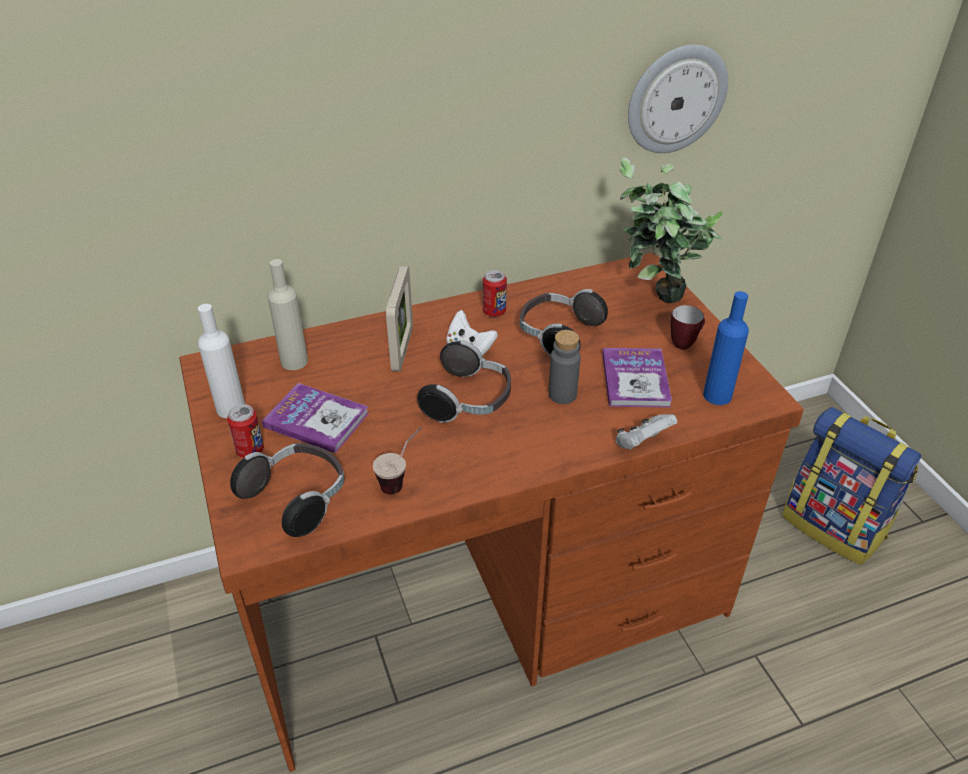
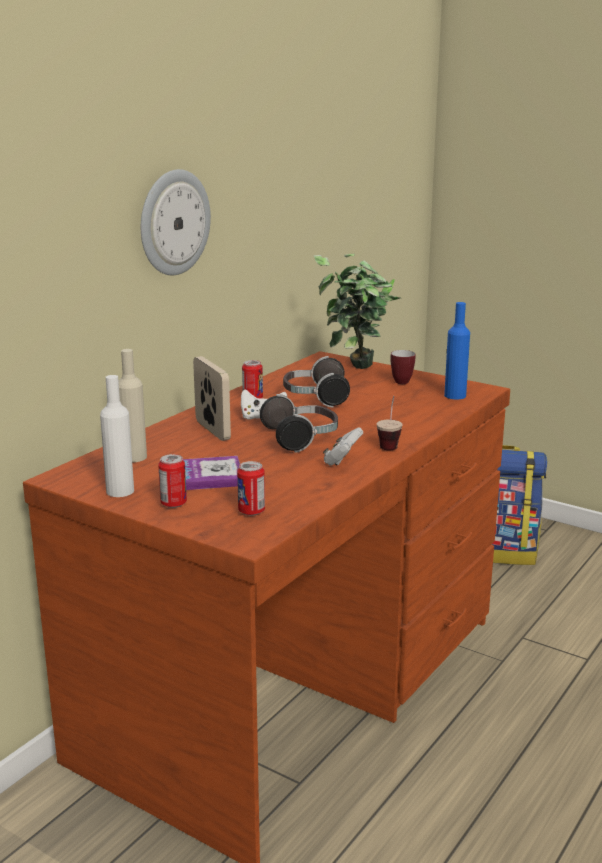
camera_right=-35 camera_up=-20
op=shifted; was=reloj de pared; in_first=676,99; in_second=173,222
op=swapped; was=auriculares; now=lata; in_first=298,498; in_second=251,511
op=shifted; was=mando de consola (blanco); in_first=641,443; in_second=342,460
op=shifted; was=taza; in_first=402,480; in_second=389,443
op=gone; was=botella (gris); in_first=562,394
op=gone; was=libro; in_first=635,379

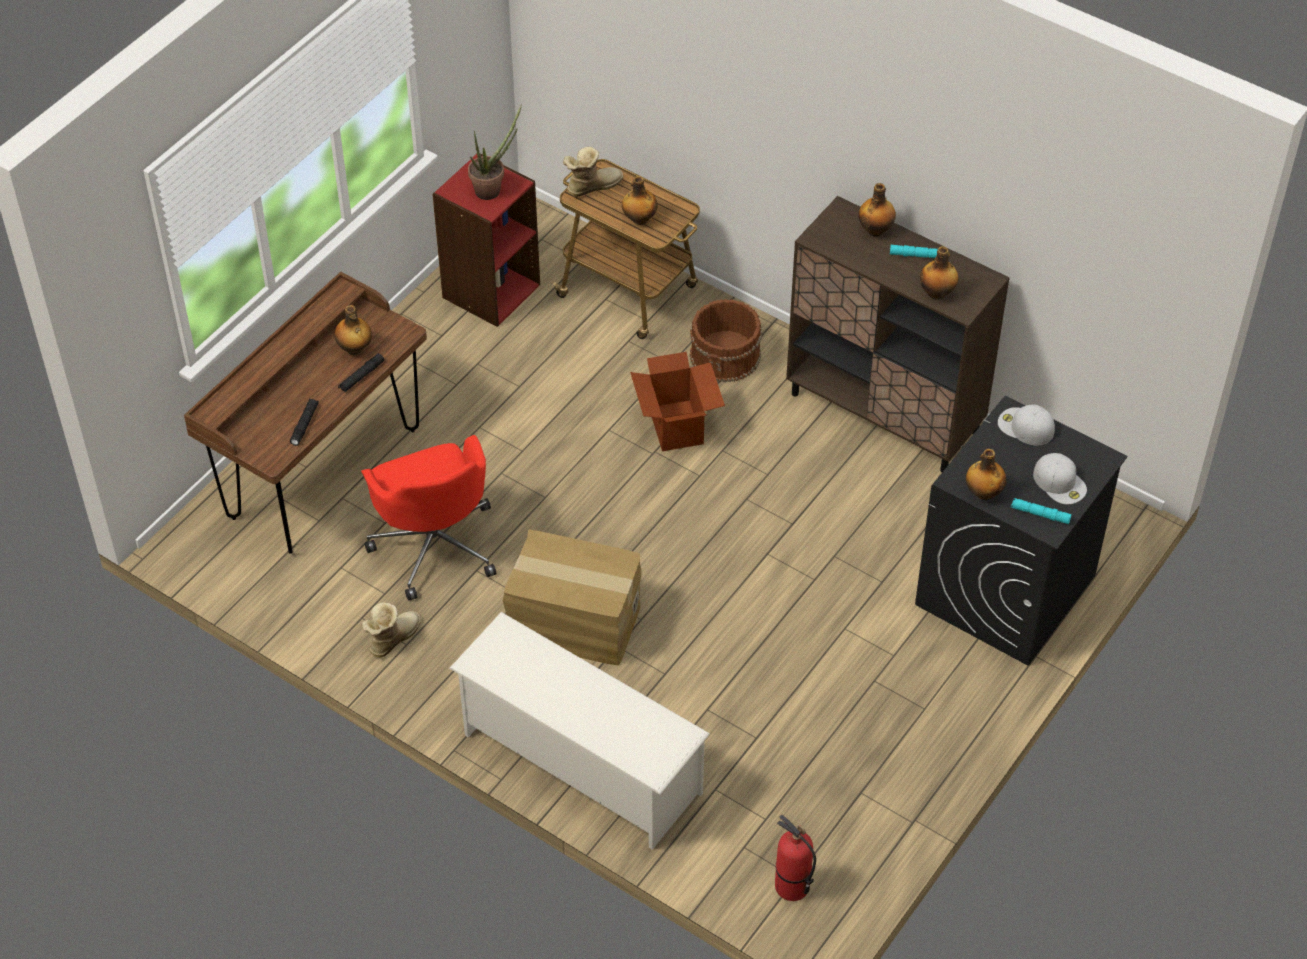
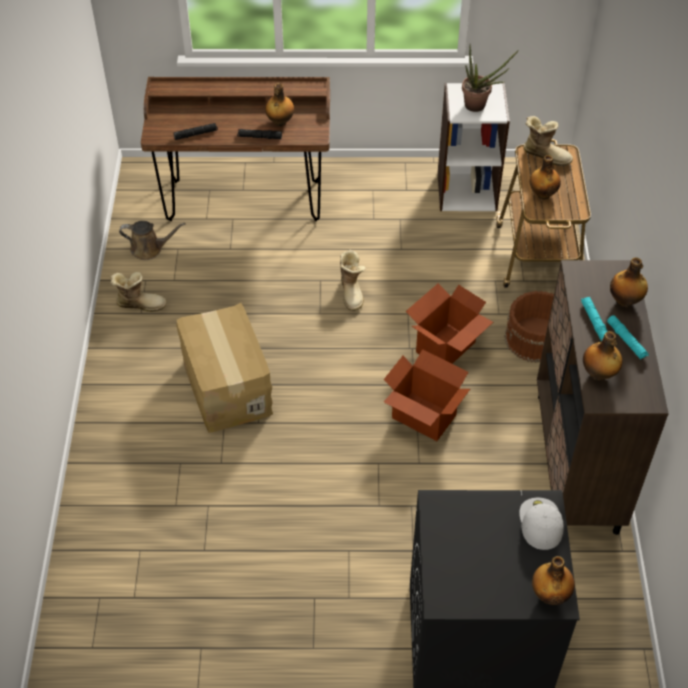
camera_right=55 camera_up=0
op=new; now=regadera (marrón); in_second=149,249
op=new; now=bota; in_second=352,292
op=new; now=caja de cartón; in_second=423,417
op=repainted; was=estantería (rojo); now=estantería (blanco); in_first=490,290; in_second=467,191
op=shifted; was=botella; in_first=983,493; in_second=550,594
op=shifted; was=linterna (turquesa); in_first=1040,514; in_second=594,322
op=gone; was=silla de oficina (rojo); in_first=435,544
op=gone; was=zapatero (blanco); in_first=580,763
op=gone; was=extintor; in_first=791,886
op=gone; was=gorra (blanco); in_first=1060,482

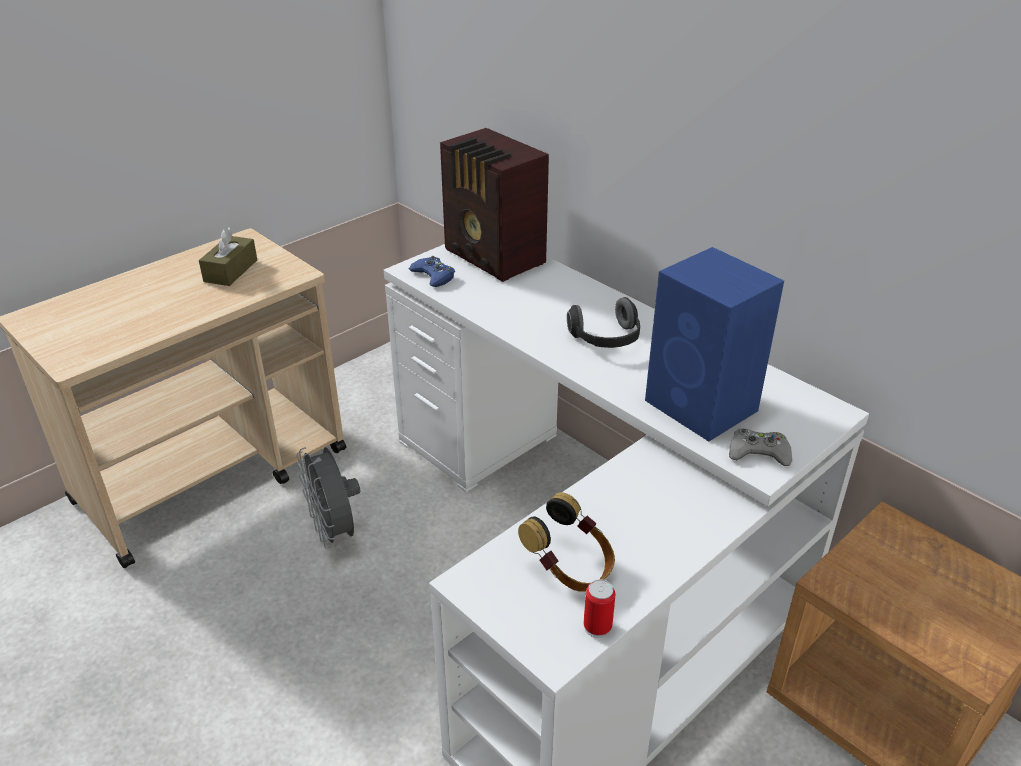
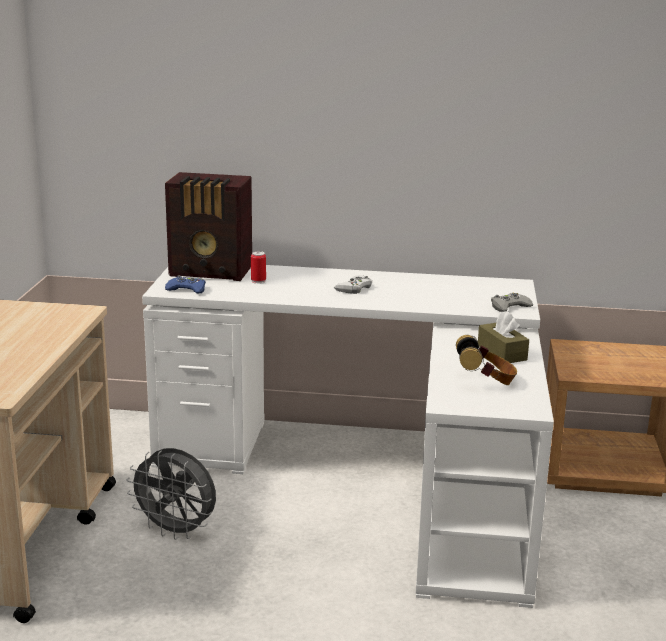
camera_right=-40 camera_up=-15
op=shifted; was=lata; in_first=597,626; in_second=258,281
op=swapped; was=auriculares; now=mando de consola (blanco); in_first=606,340; in_second=354,288
op=shifted; was=caja de pañuelos (marrón); in_first=231,271; in_second=502,352
op=gone; was=altavoz (azul); in_first=703,407

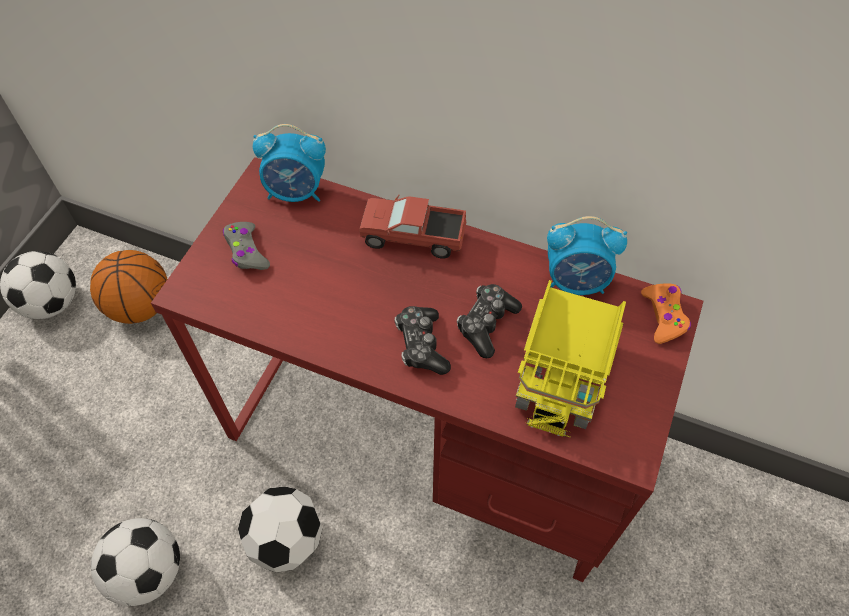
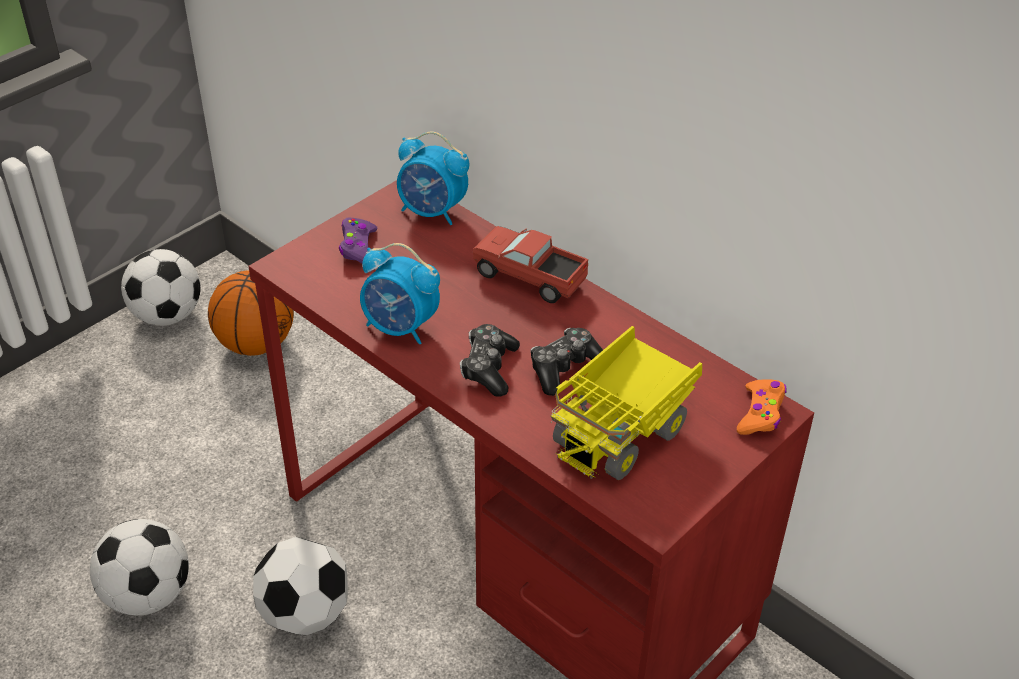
camera_right=20 camera_up=-15
op=repainted; was=mando de consola (gris); now=mando de consola (morado); in_first=246,251; in_second=358,248
op=shifted; was=despertador; in_first=576,282; in_second=400,328

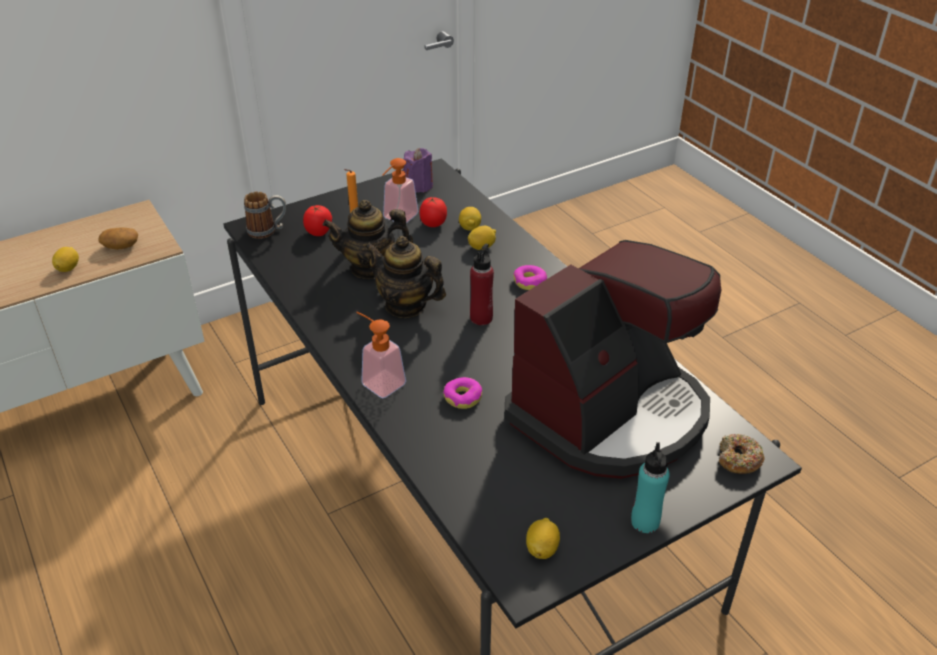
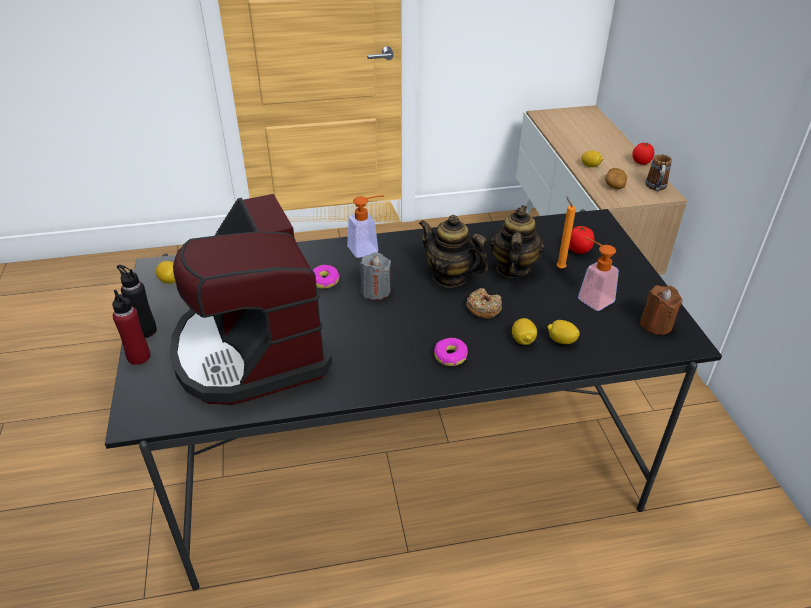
camera_right=110 camera_up=0
op=shifted; was=botella (rojo); in_first=481,318; in_second=139,357
op=repainted; was=botella (turquesa); now=botella (negro); in_first=645,522; in_second=145,331
op=new; now=vela (gris); in_second=375,291
op=rotated; was=tetera; in_first=406,305; in_second=450,276; clockwise=-105
op=shifted; was=rosquilla; in_first=738,460; in_second=483,308
op=shifted; was=tomate; in_first=433,224; in_second=640,163
op=repainted; was=vela (morado); now=vela (marrón); in_first=419,185; in_second=656,324
op=shifted; was=taza grande; in_first=268,231; in_second=656,188

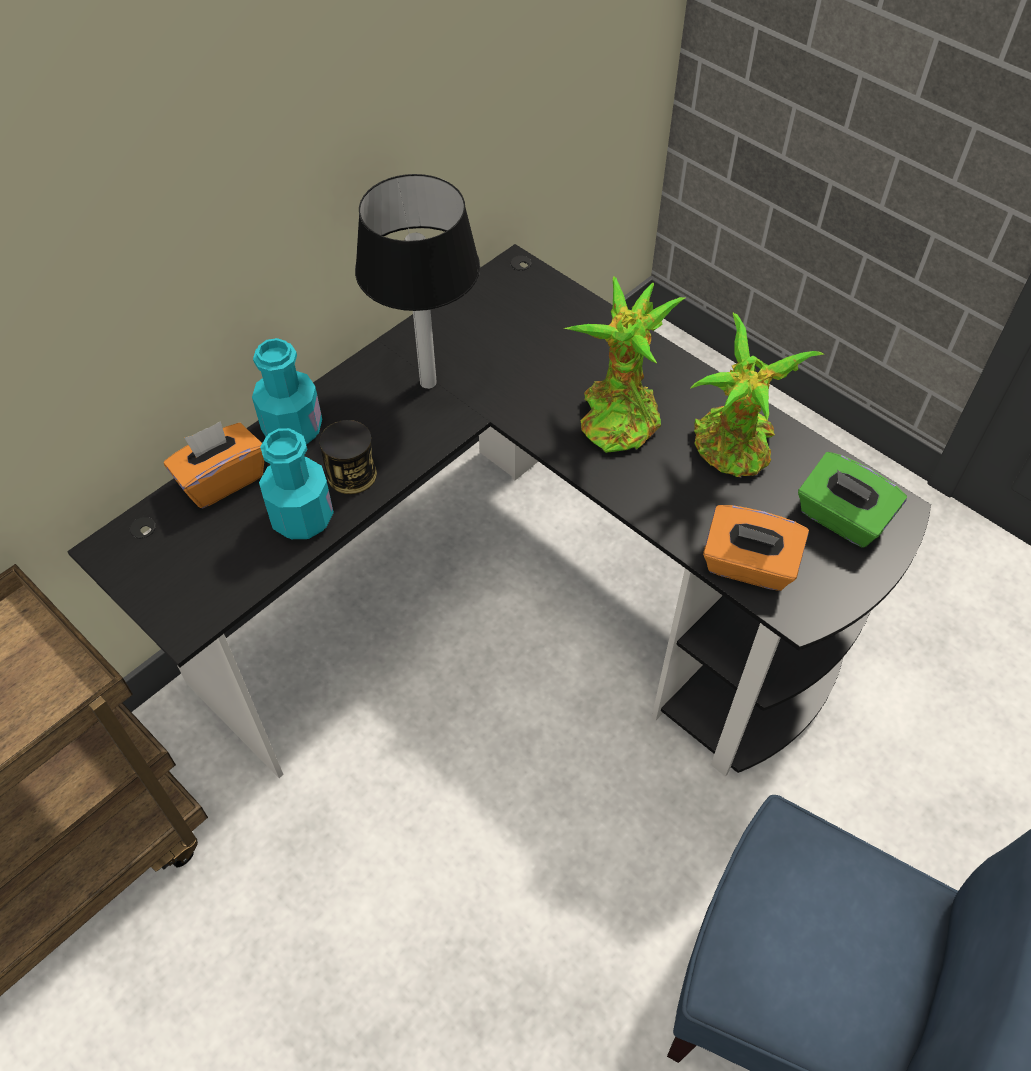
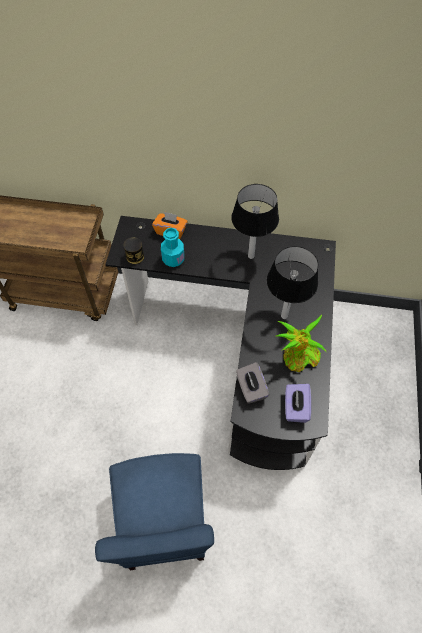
camera_right=55 camera_up=5
op=shifted; was=lata; in_first=352,475; in_second=135,256
op=repainted; was=caja de pañuelos (naranja); now=caja de pañuelos (gris); in_first=748,566; in_second=251,388
op=swapped; was=planta en maceta; now=lámpara de mesa; in_first=618,415; in_second=283,316
op=repainted; was=caja de pañuelos (verde); now=caja de pañuelos (morado); in_first=841,518; in_second=295,408
op=gone; was=botella (turquesa); in_first=293,429

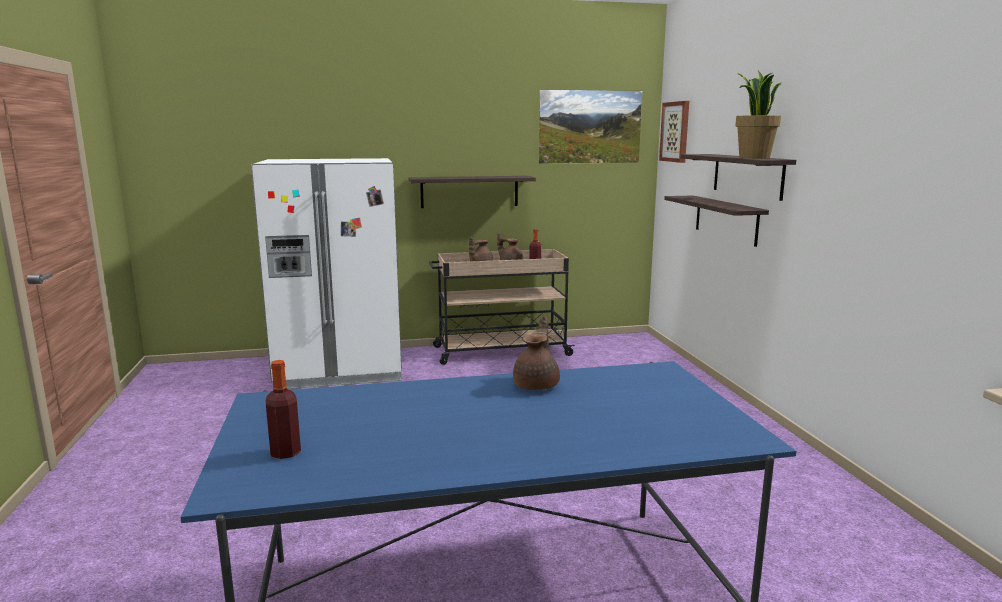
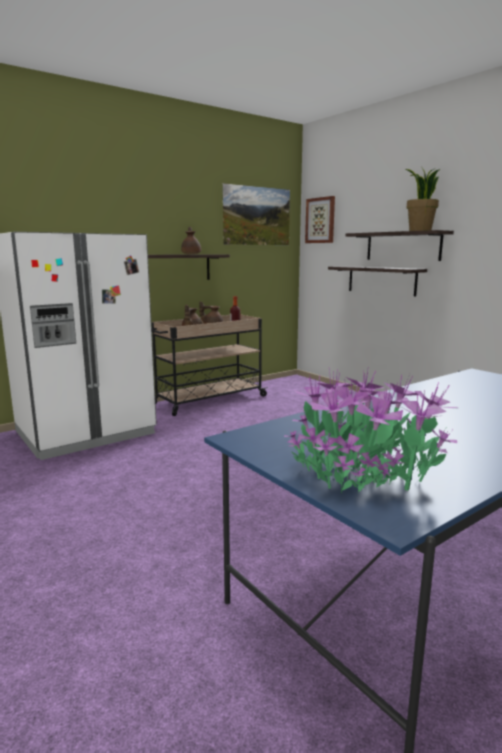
camera_right=-25 camera_up=0
op=shifted; was=tetera (marrón); in_first=537,385; in_second=191,254
op=swapped; was=botella; now=planta en maceta; in_first=285,452; in_second=363,473

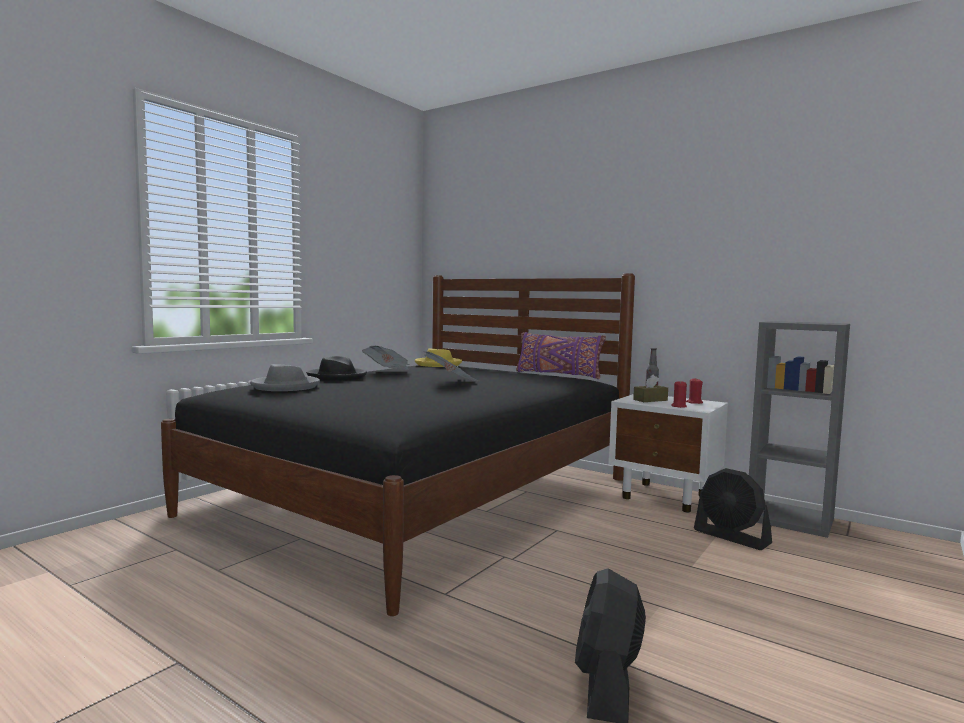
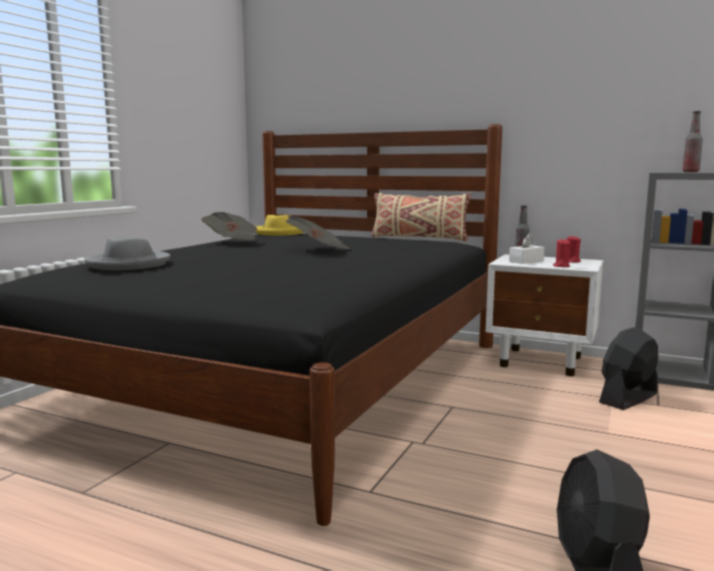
camera_right=-10 camera_up=5
op=repainted; was=cojín (morado); now=cojín (beis); in_first=558,375; in_second=419,238
op=repainted; was=caja de pañuelos (marrón); now=caja de pañuelos (blanco); in_first=650,400; in_second=526,261
op=rotated; was=ventilador (negro); in_first=732,537; in_second=628,398; clockwise=105
op=new; now=botella; in_second=690,172
op=gone; was=sombrero (negro); in_first=337,377

